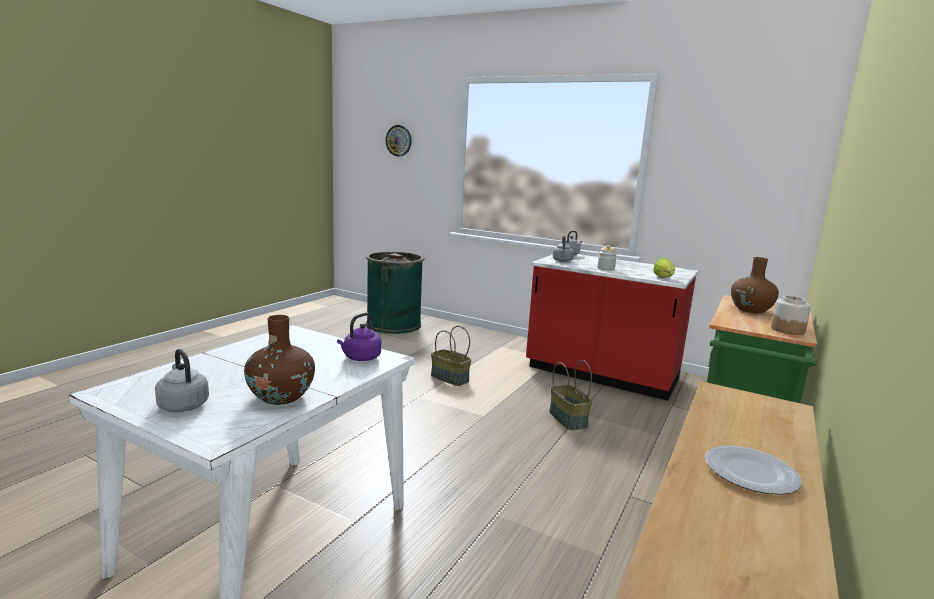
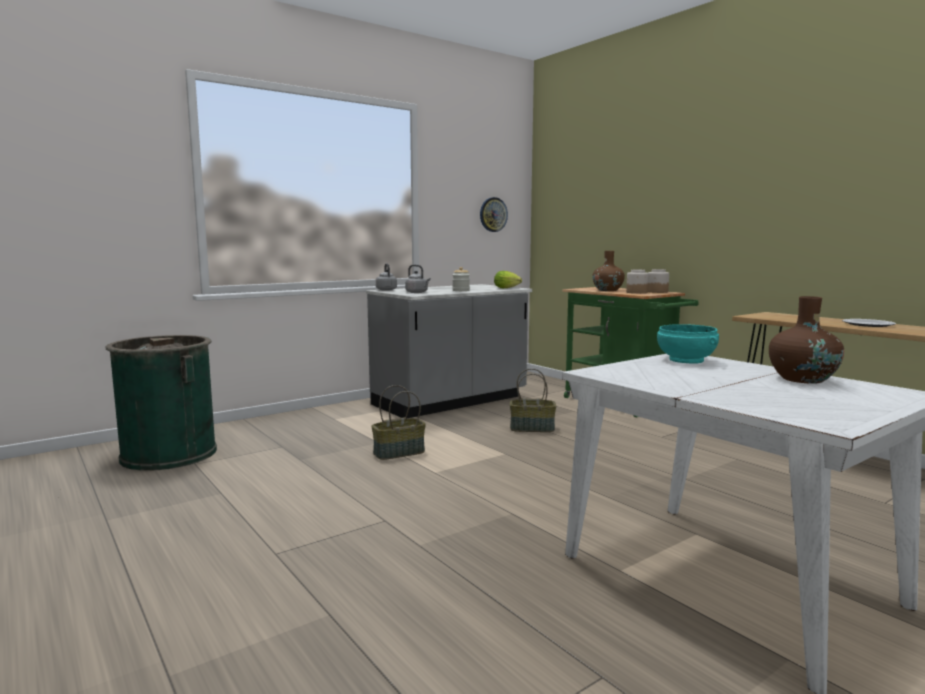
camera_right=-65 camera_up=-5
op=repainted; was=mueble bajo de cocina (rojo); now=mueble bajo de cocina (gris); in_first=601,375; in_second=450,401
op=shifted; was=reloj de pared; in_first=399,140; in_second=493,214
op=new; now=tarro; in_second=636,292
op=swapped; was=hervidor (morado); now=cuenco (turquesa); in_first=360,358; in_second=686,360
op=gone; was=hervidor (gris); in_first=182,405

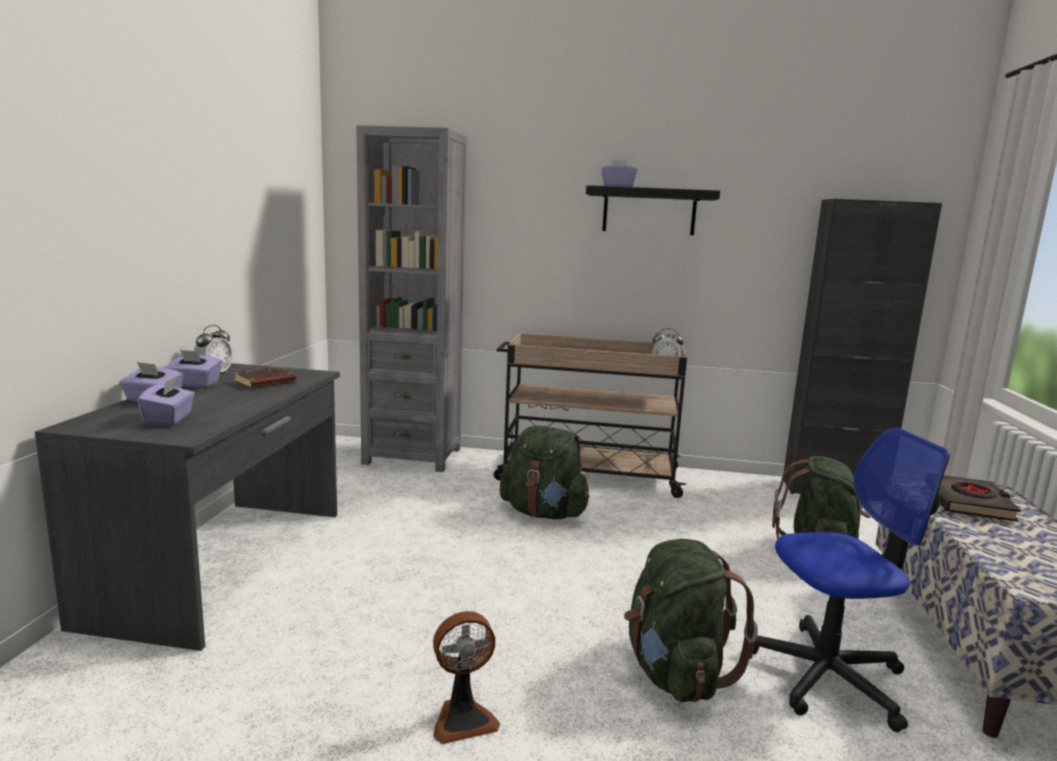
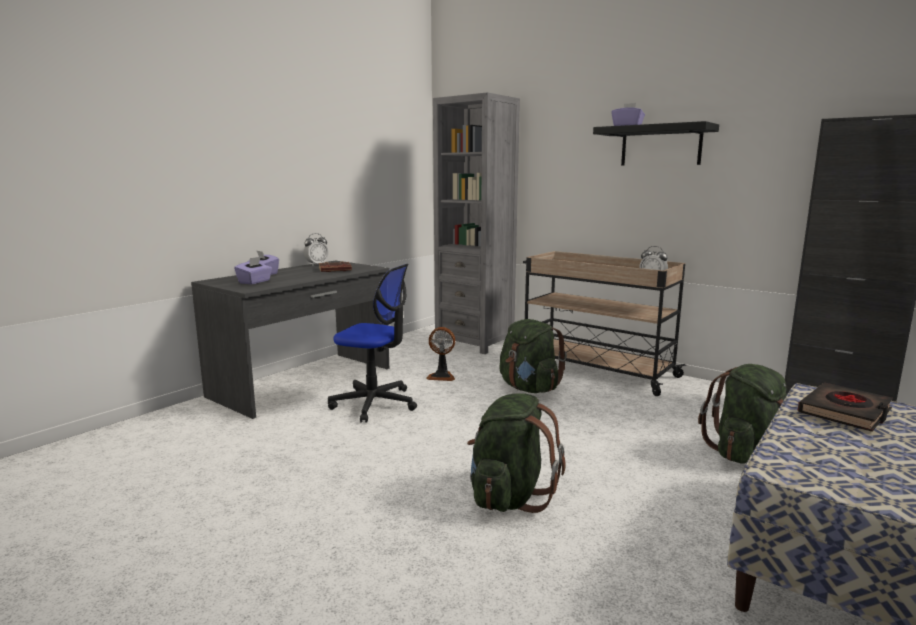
camera_right=30 camera_up=0
op=shifted; was=silla de oficina; in_first=827,676; in_second=374,403
op=shifted; was=ventilador; in_first=463,719; in_second=442,376
op=gone; was=caja de pañuelos (morado); in_first=194,384

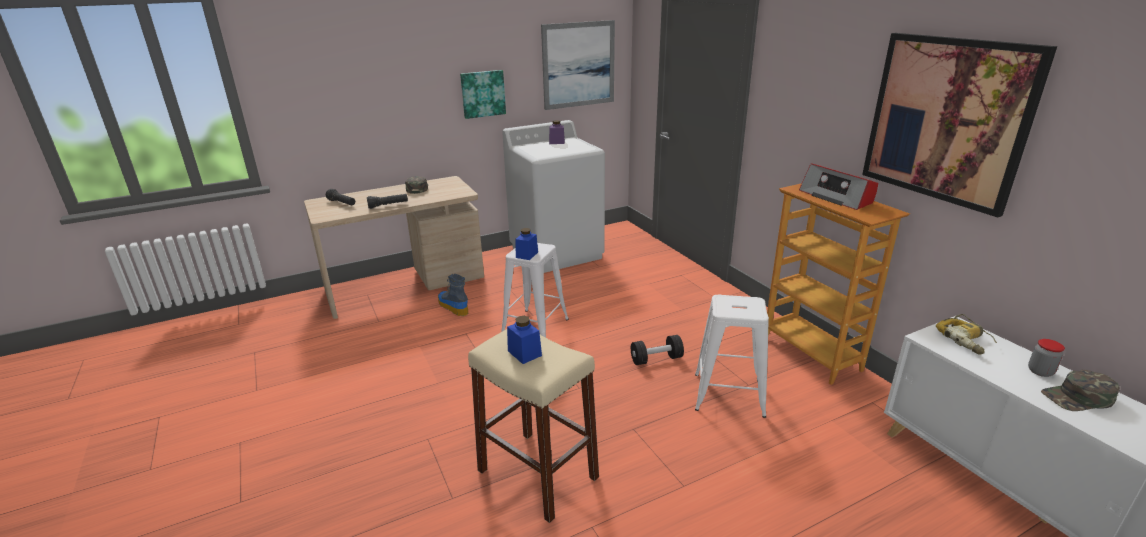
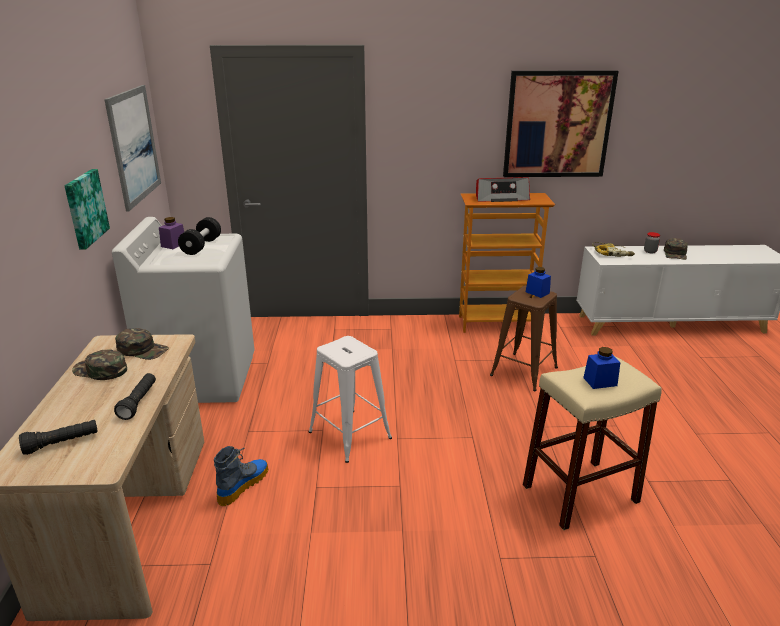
camera_right=-65 camera_up=0
op=new; now=gorra (verde); in_second=143,350
op=shifted; was=mancuerna (negro); in_first=656,359; in_second=201,246
op=rotated; was=bota; in_first=452,306; in_second=243,485; clockwise=135
op=repainted; was=taburete (blanco); now=taburete (marrón); in_first=728,395; in_second=524,371
op=shifted; was=tarro (azul); in_first=527,255; in_second=537,292

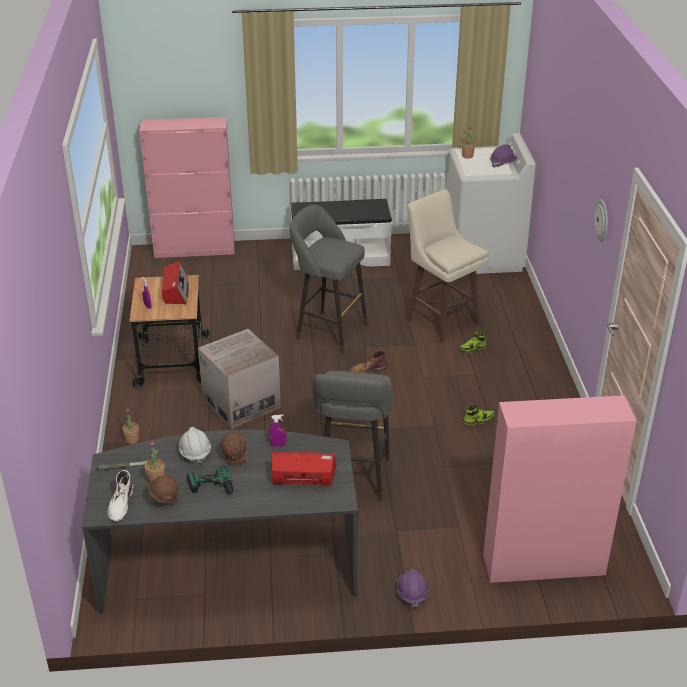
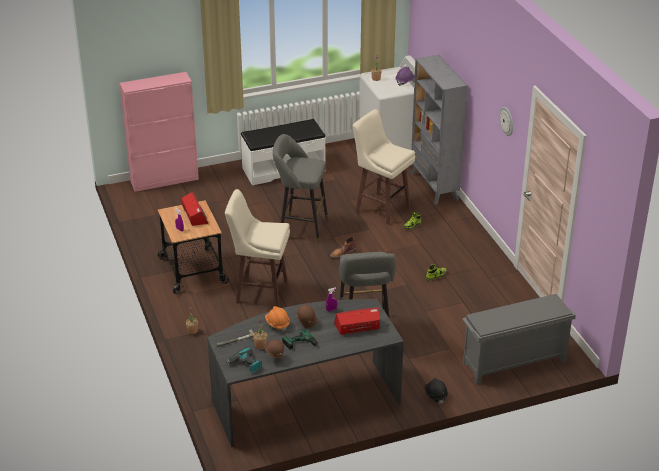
camera_right=-15 camera_up=0
op=swapped; was=caja de cartón; now=taburete (beis); in_first=241,403; in_second=260,292
op=swapped; was=bota (blanco); now=taladro; in_first=121,504; in_second=245,365
op=repainted; was=casco (blanco); now=casco (naranja); in_first=195,453; in_second=277,324
op=new; now=estantería (gris); in_second=434,186
op=repainted; was=casco (morado); now=casco (negro); in_first=412,593; in_second=435,395
op=swapped; was=armario (rosa); now=zapatero (gris); in_first=542,565; in_second=513,362

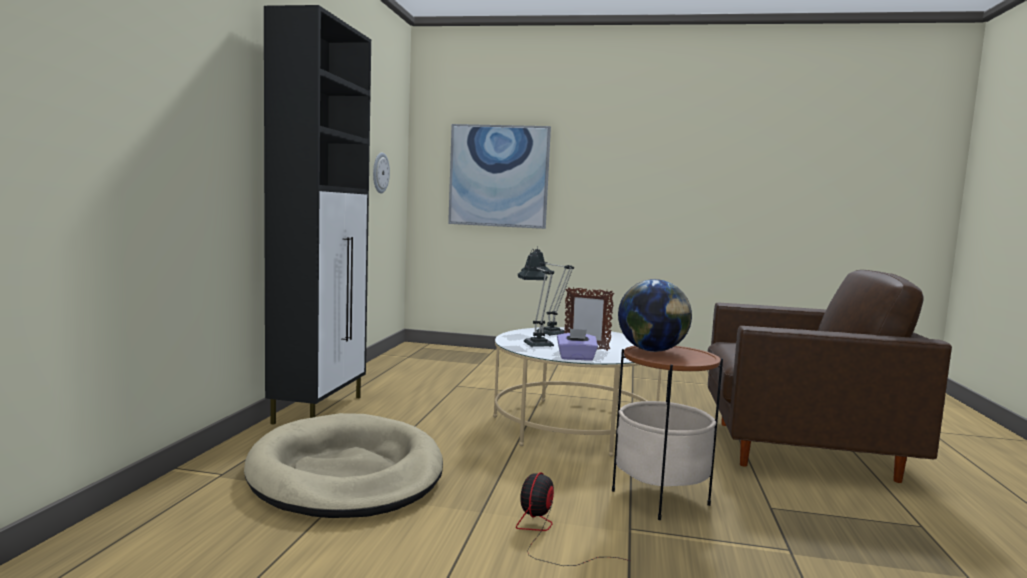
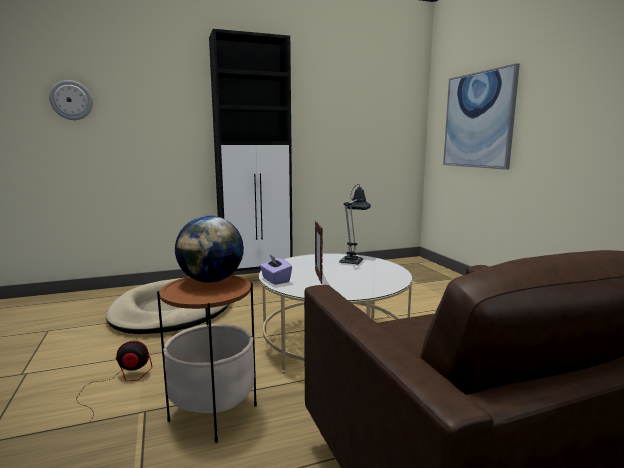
camera_right=60 camera_up=5
op=shifted; was=reloj de pared; in_first=380,173; in_second=71,100
op=gone; was=lámpara de mesa; in_first=536,343

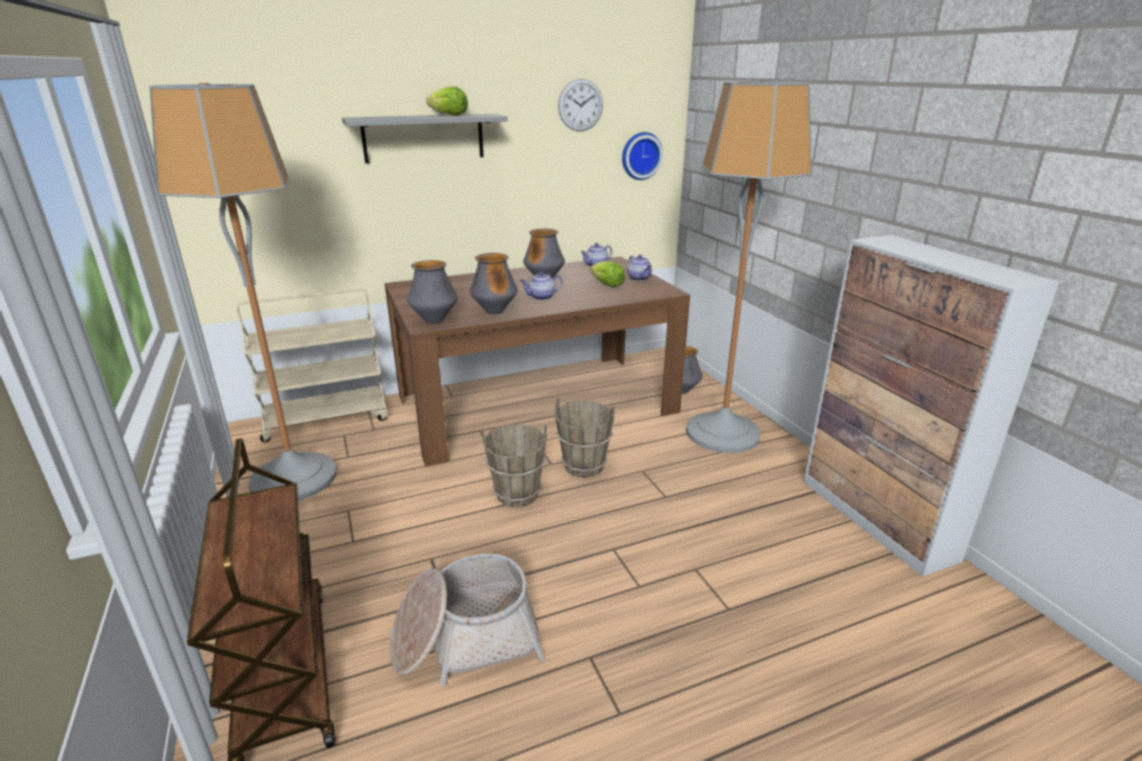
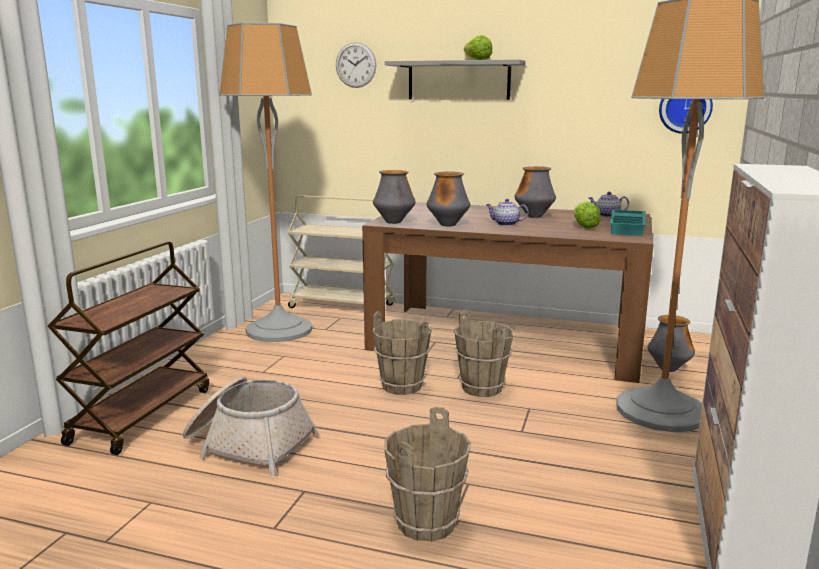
camera_right=40 camera_up=-10
op=shifted; was=reloj de pared; in_first=580,105; in_second=355,65
op=new; now=cubo (marrón); in_second=427,523
op=swapped; was=tetera; now=bandeja (turquesa); in_first=639,278; in_second=628,227

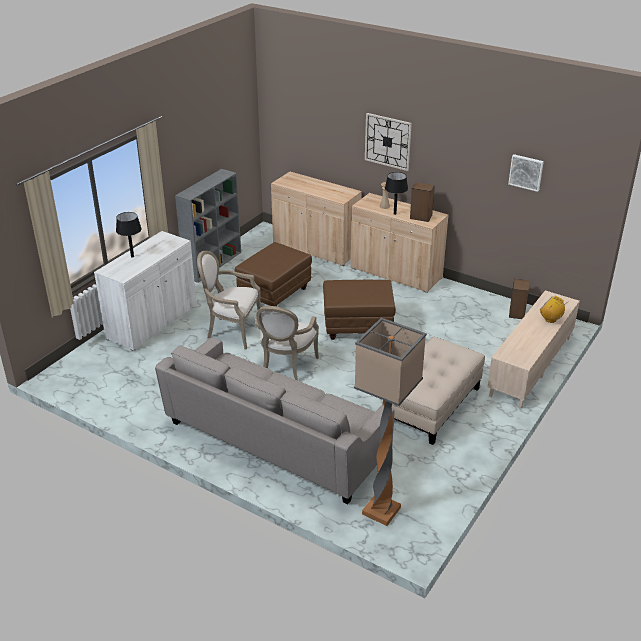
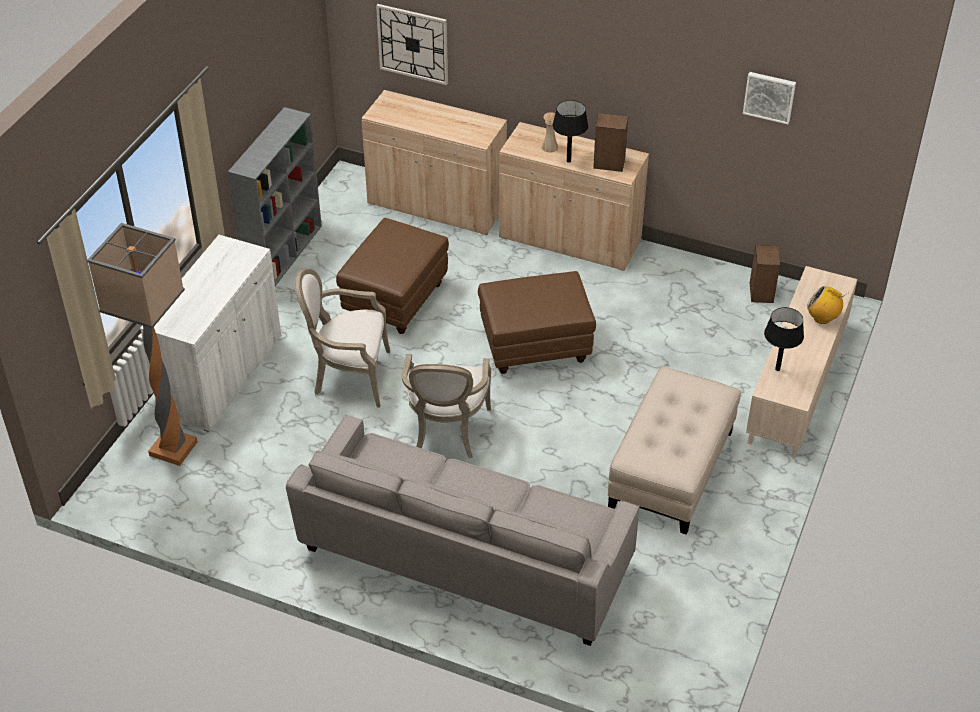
camera_right=-10 camera_up=10
op=shifted; was=lámpara de pie; in_first=380,511; in_second=172,449
op=shifted; was=reloj de pared; in_first=388,141; in_second=413,44
op=shifted; was=lámpara de mesa (negro); in_first=132,256; in_second=777,369

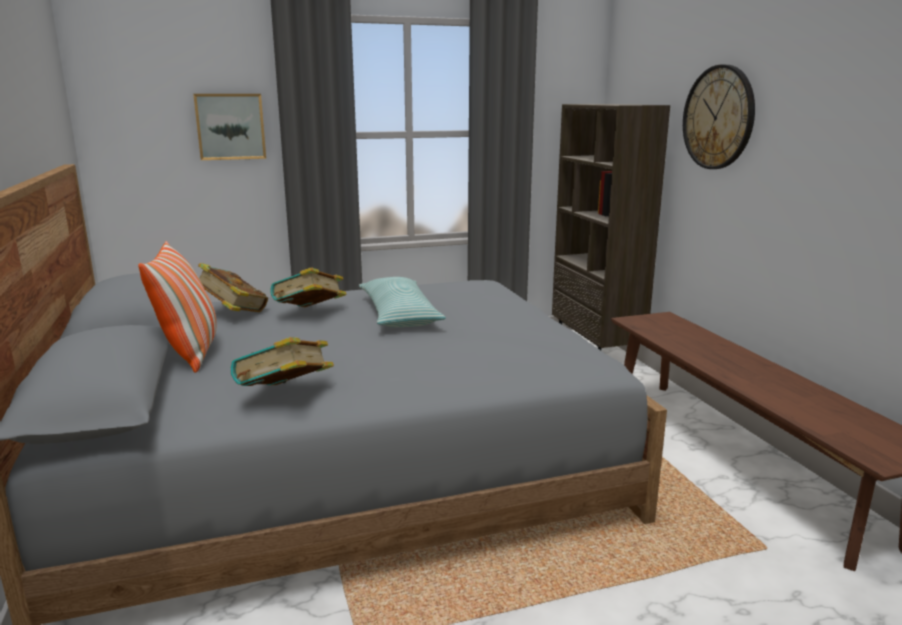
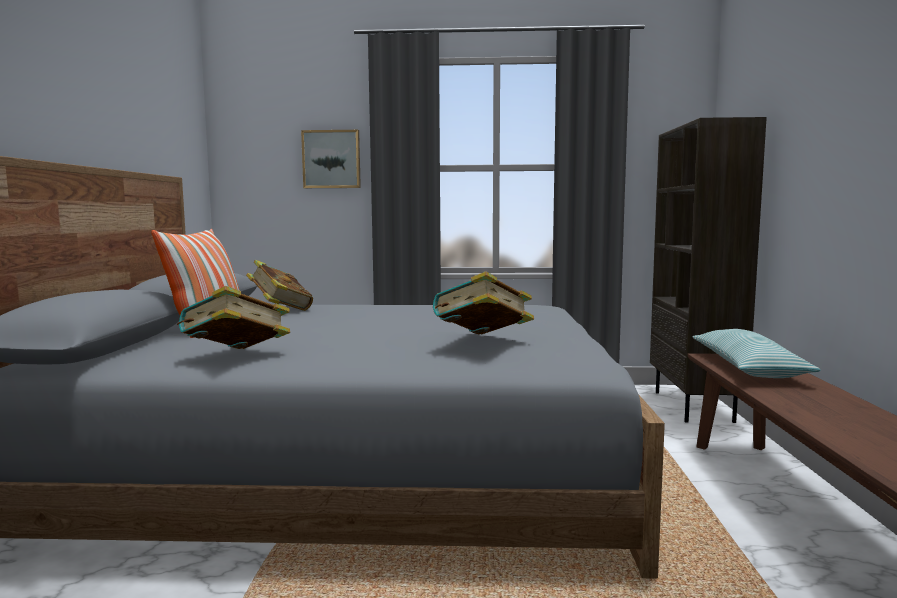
camera_right=20 camera_up=-10
op=shifted; was=libro; in_first=310,314; in_second=483,341
op=shifted; was=cojín; in_first=399,315; in_second=748,368
op=gone; was=reloj de pared; in_first=718,117

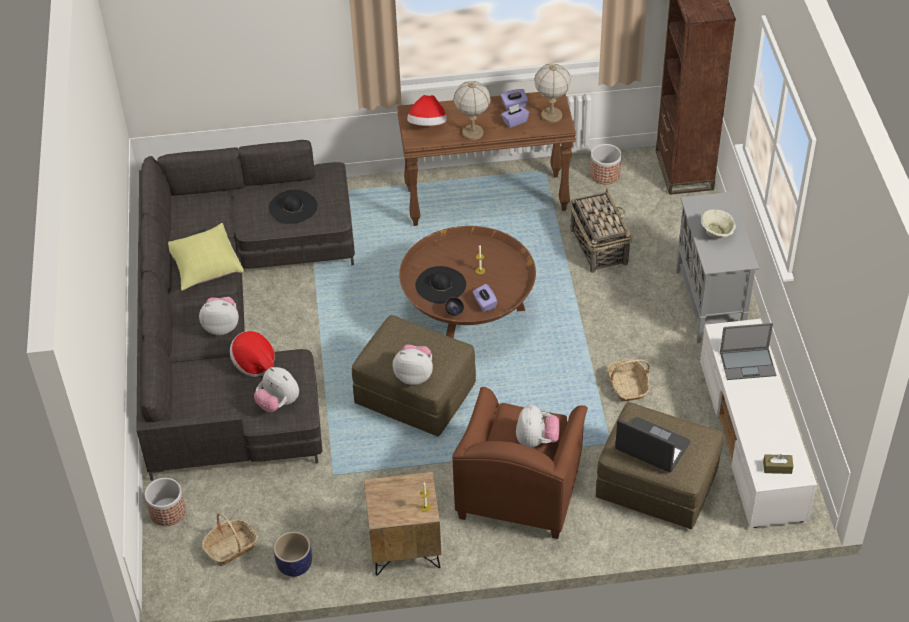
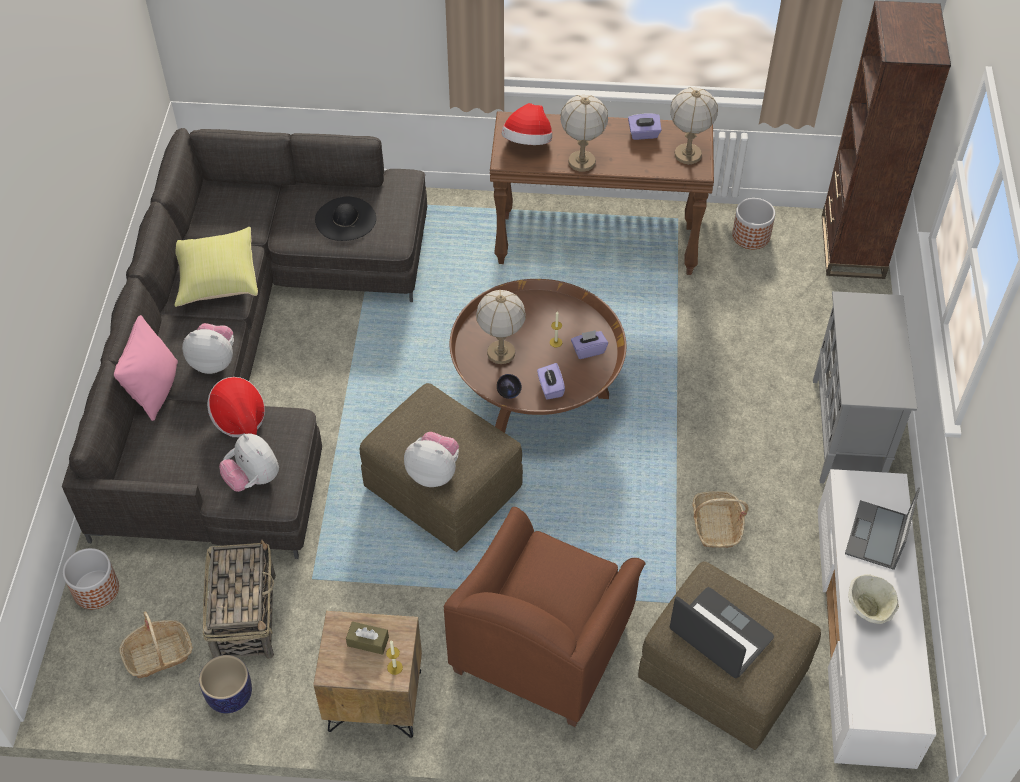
camera_right=10 camera_up=5
op=new; now=cojín (rosa); in_second=155,389
op=shifted; was=cesta; in_first=598,246; in_second=245,616
op=shifted; was=caja de pañuelos (marrón); in_first=777,467; in_second=368,641
op=swapped; was=sombrero (negro); now=lámpara de mesa; in_first=440,285; in_second=501,353
op=shifted; was=caja de pañuelos (morado); in_first=514,121; in_second=588,350
op=rotated; was=portátil; in_first=748,363; in_second=877,536; clockwise=105
op=shifted; was=cuenco (beis); in_first=716,233; in_second=869,609
op=gone; was=peluche; in_first=536,440

